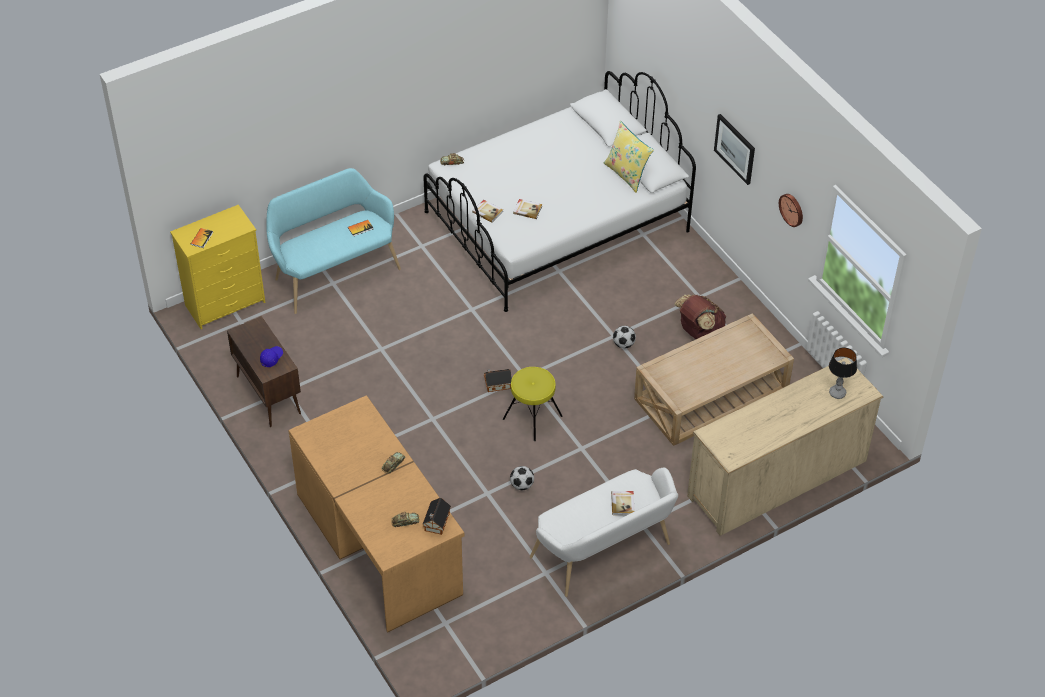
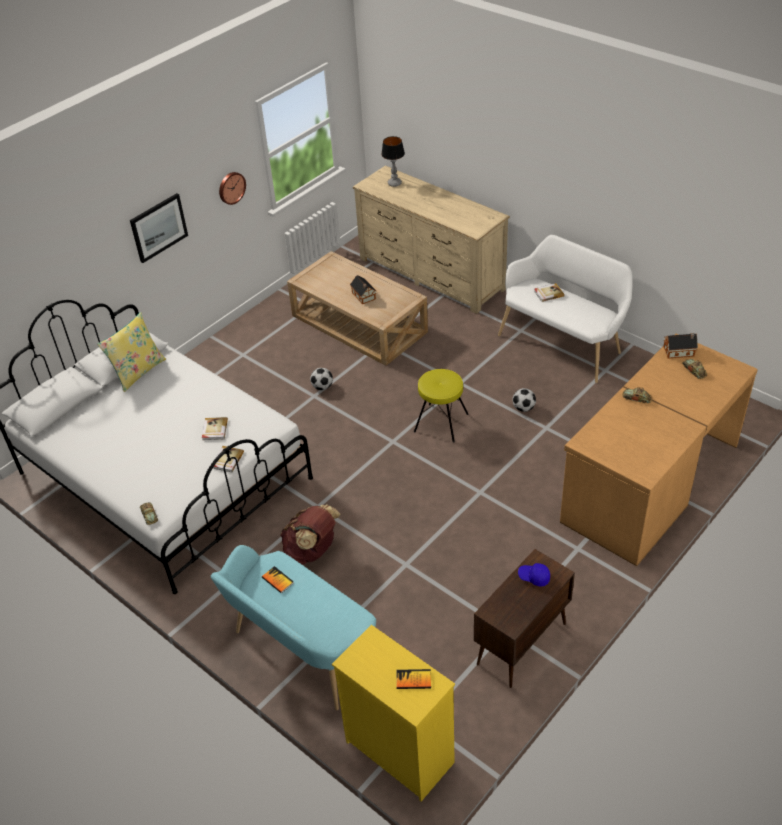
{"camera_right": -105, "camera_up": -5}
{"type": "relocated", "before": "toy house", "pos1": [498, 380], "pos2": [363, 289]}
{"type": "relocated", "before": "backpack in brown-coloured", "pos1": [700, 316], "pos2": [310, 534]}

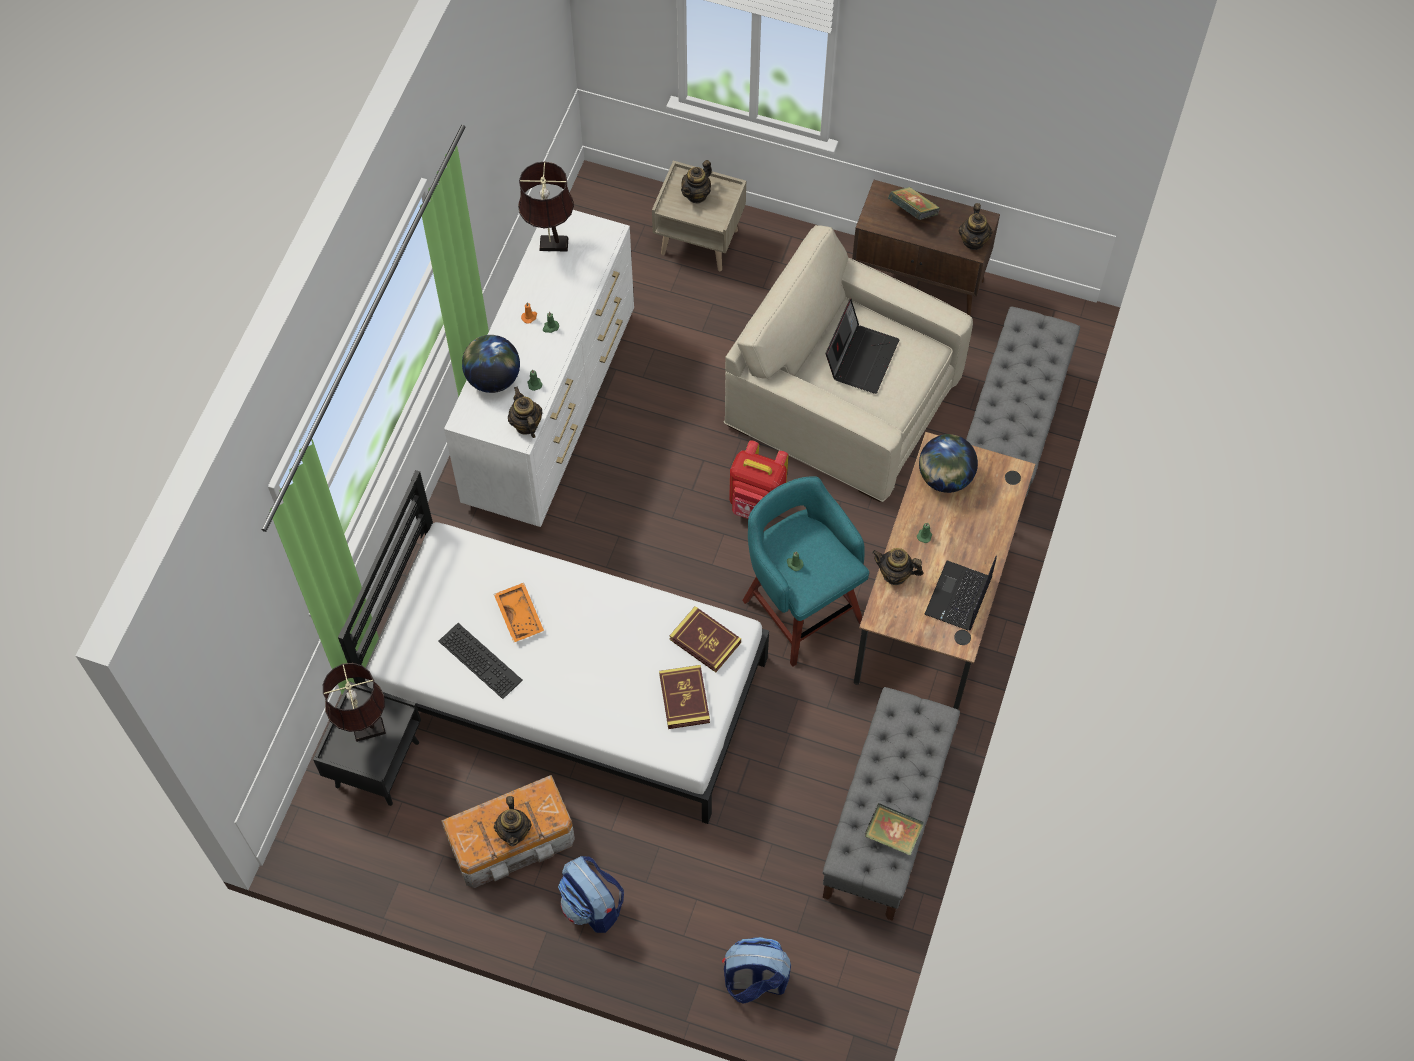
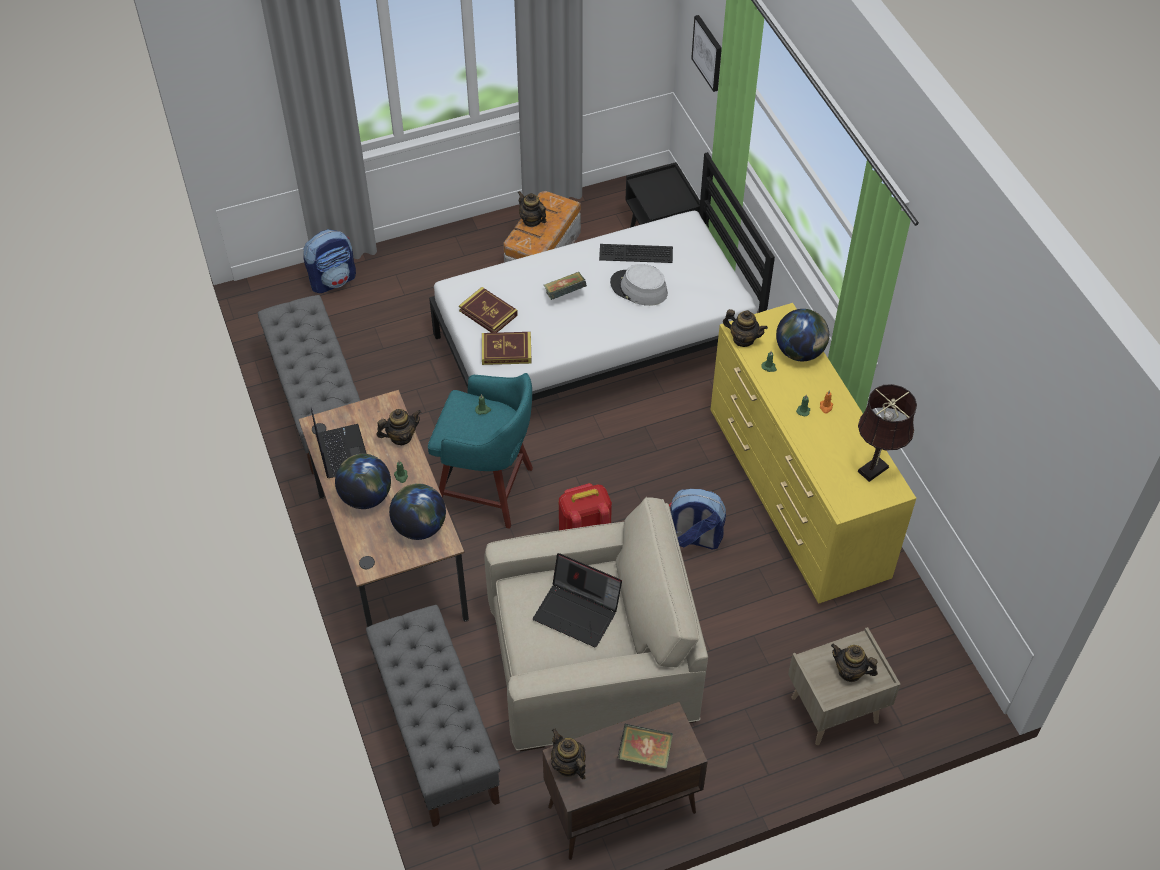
{"camera_right": 140, "camera_up": -10}
{"type": "missing", "before": "table lamp in brown-coloured", "pos1": [354, 702]}
{"type": "colour", "before": "dresser in whitish", "after": "dresser in yellow-coloured", "pos1": [539, 368], "pos2": [813, 453]}
{"type": "exchanged", "before": "serving tray in orangey", "after": "wearable hat in greyish", "pos1": [519, 612], "pos2": [639, 285]}
{"type": "relocated", "before": "backpack", "pos1": [591, 894], "pos2": [697, 519]}
{"type": "spun", "before": "pot for tea", "pos1": [696, 182], "pos2": [854, 662], "turn": -60}
{"type": "spun", "before": "portable computer", "pos1": [863, 346], "pos2": [577, 600], "turn": -45}
{"type": "relocated", "before": "volume", "pos1": [894, 829], "pos2": [565, 286]}
{"type": "appeared", "after": "globe", "pos2": [363, 481]}
{"type": "appeared", "after": "wall picture", "pos2": [706, 53]}

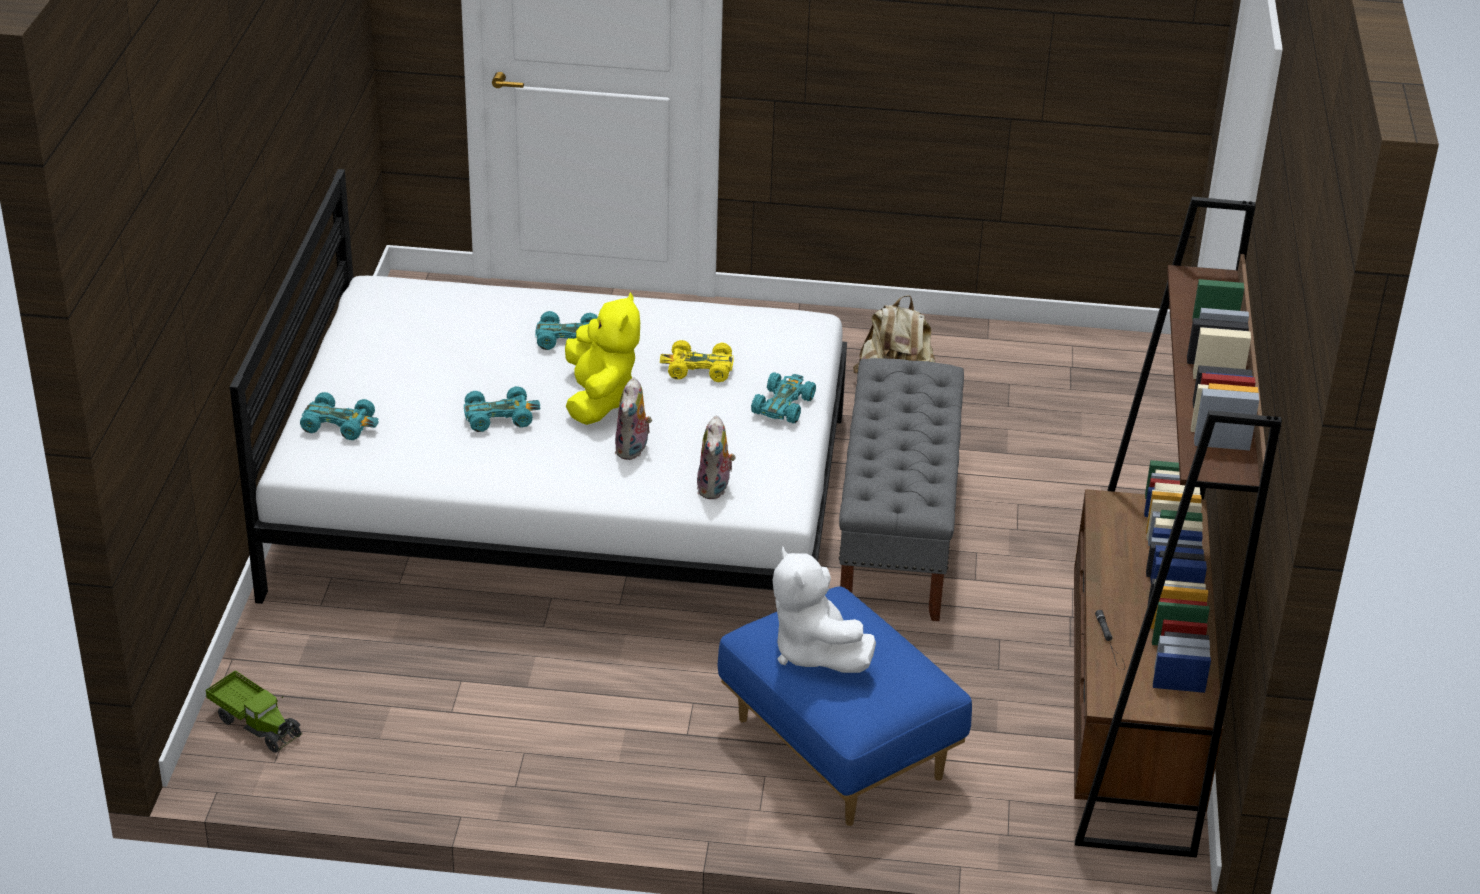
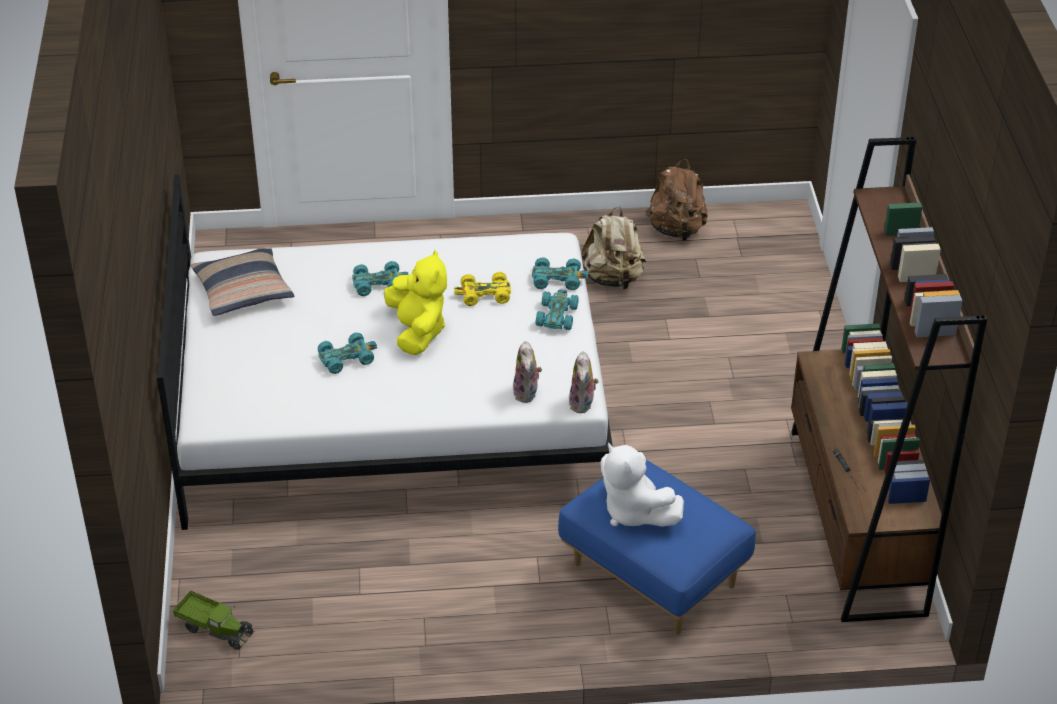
{"camera_right": -10, "camera_up": 5}
{"type": "relocated", "before": "model car in turquoise-coloured", "pos1": [339, 416], "pos2": [560, 273]}
{"type": "relocated", "before": "plush toy", "pos1": [633, 419], "pos2": [584, 382]}
{"type": "missing", "before": "long seat in greyish", "pos1": [901, 489]}
{"type": "appeared", "after": "throw pillow", "pos2": [243, 280]}
{"type": "appeared", "after": "backpack in brown-coloured", "pos2": [677, 200]}

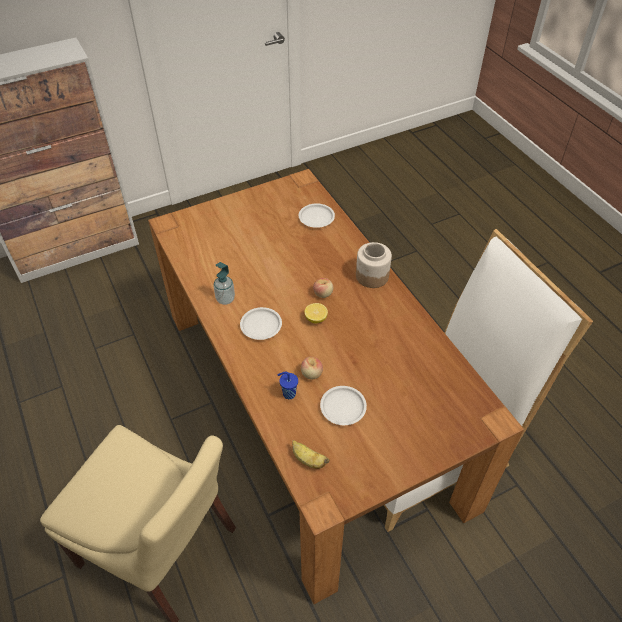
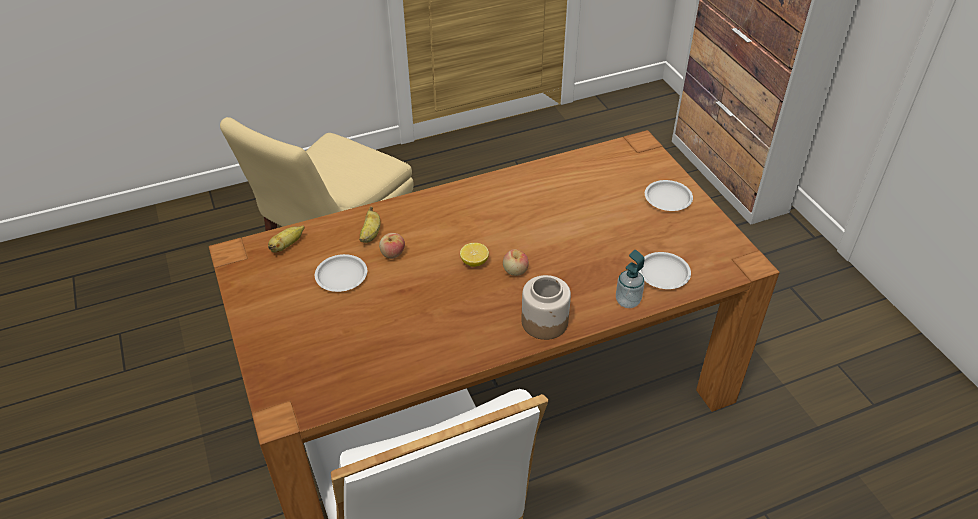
{"camera_right": 95, "camera_up": -5}
{"type": "relocated", "before": "soap bottle", "pos1": [224, 283], "pos2": [630, 279]}
{"type": "relocated", "before": "flat dish in whitish", "pos1": [261, 323], "pos2": [669, 195]}
{"type": "exchanged", "before": "cup in bluish", "after": "whole banana", "pos1": [287, 385], "pos2": [370, 225]}

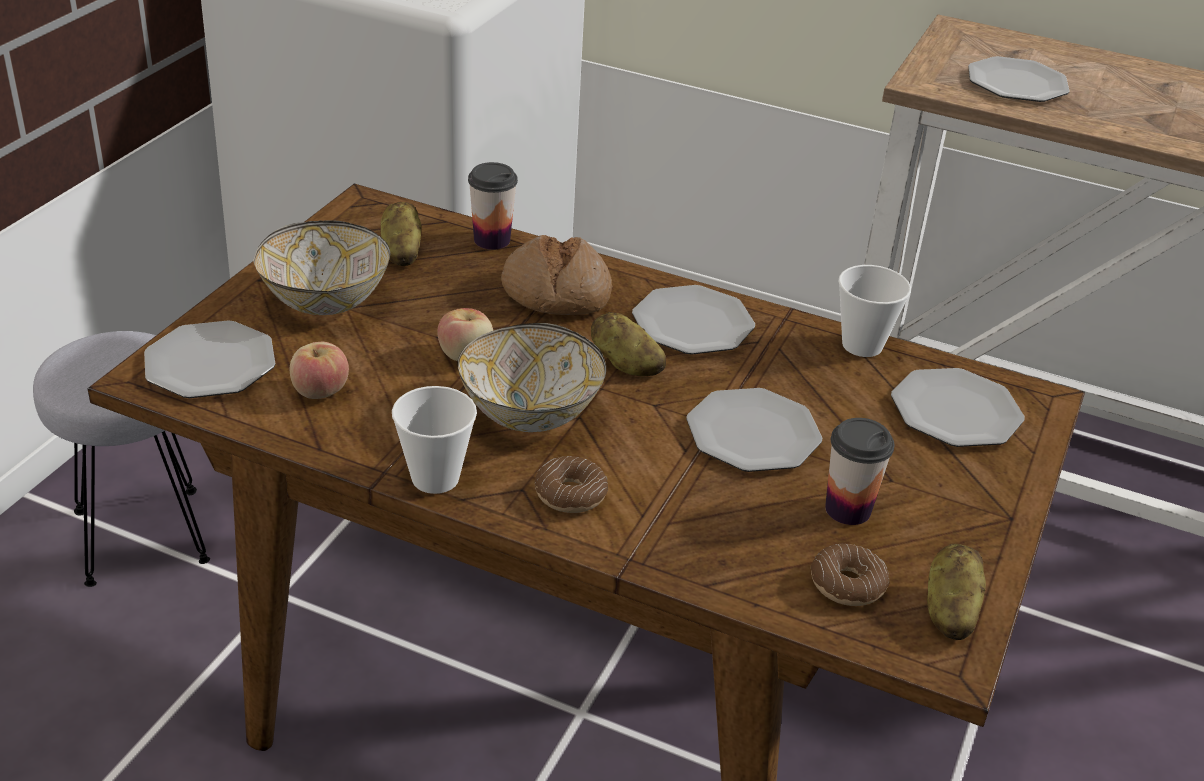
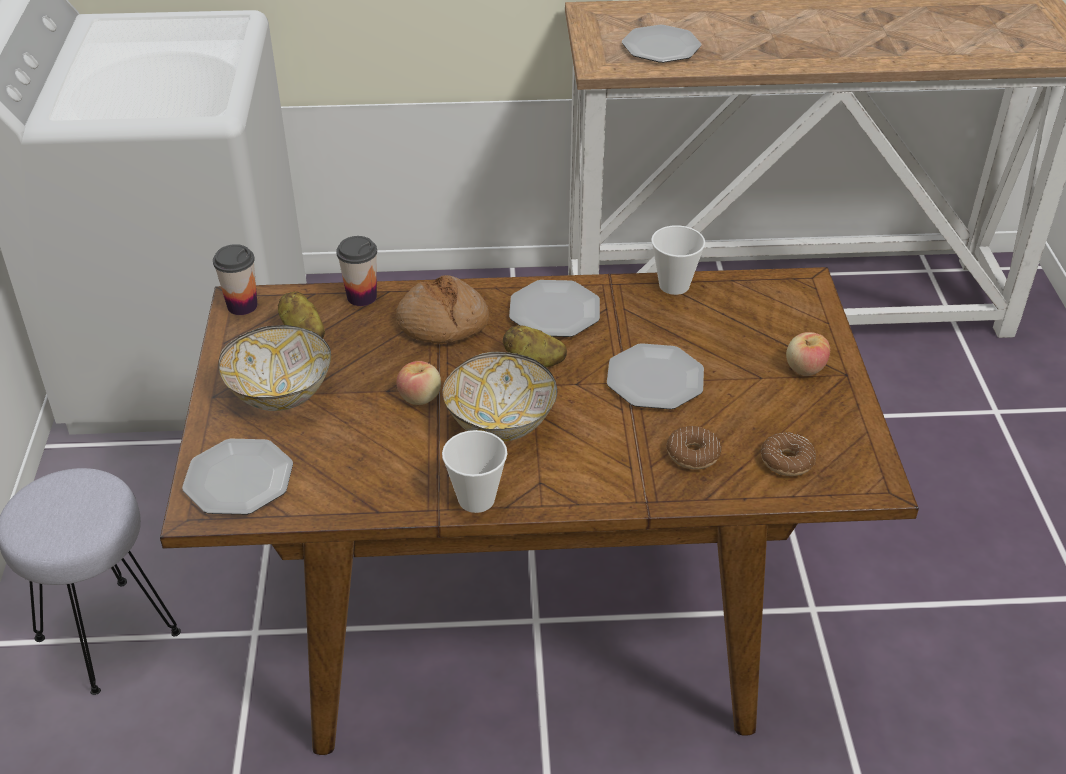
{"camera_right": -25, "camera_up": 5}
{"type": "relocated", "before": "apple", "pos1": [319, 370], "pos2": [808, 354]}
{"type": "relocated", "before": "ring doughnut", "pos1": [571, 484], "pos2": [694, 447]}
{"type": "relocated", "before": "cup", "pos1": [859, 471], "pos2": [235, 279]}
{"type": "missing", "before": "flat dish", "pos1": [958, 407]}
{"type": "missing", "before": "potato", "pos1": [956, 592]}

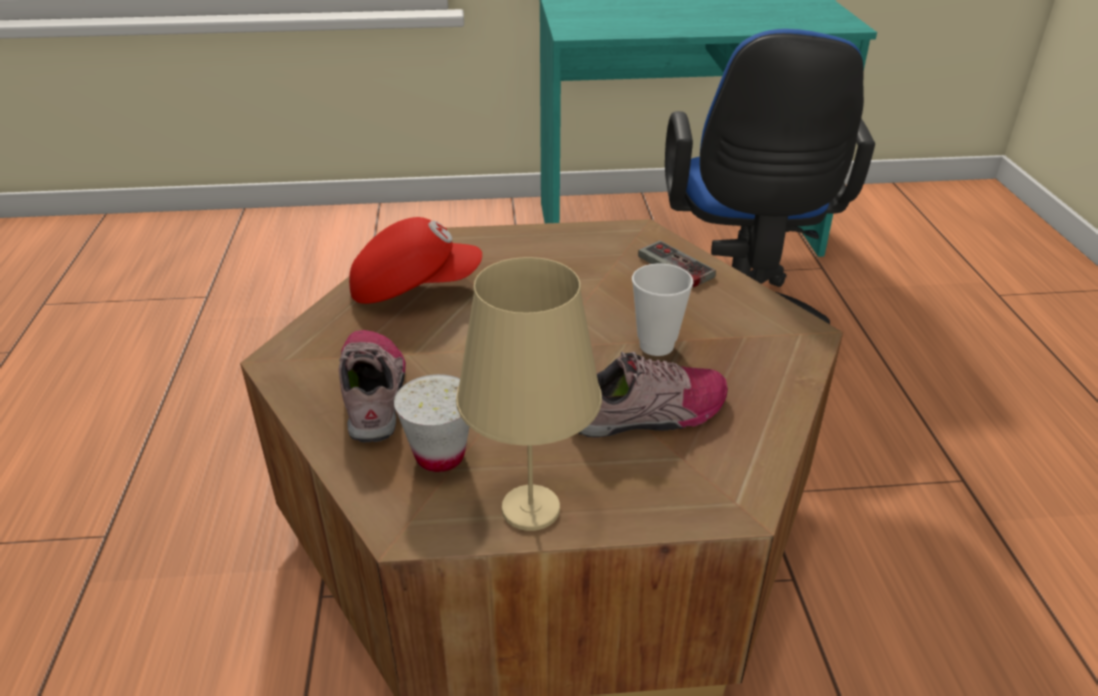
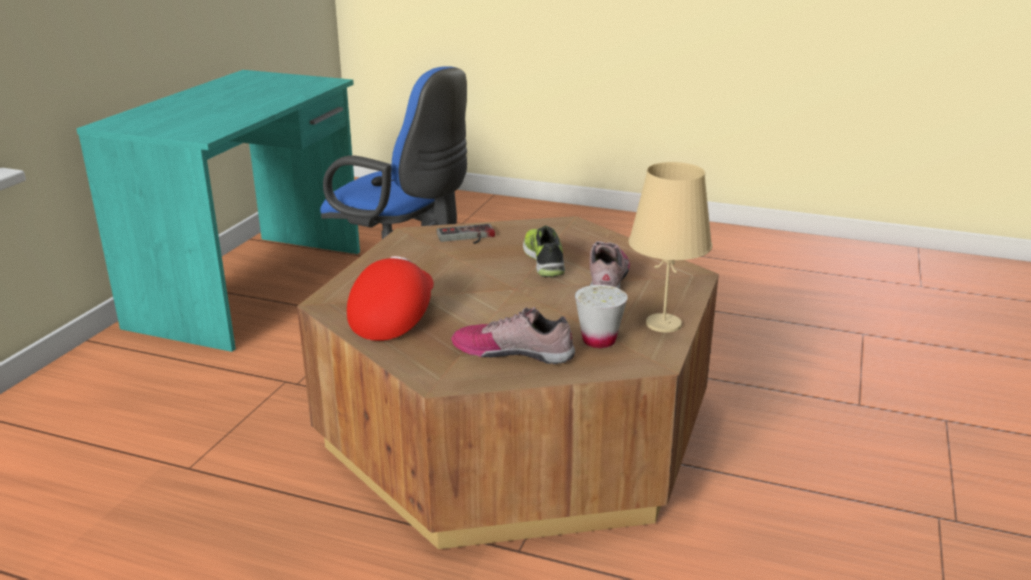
{"camera_right": -65, "camera_up": -10}
{"type": "exchanged", "before": "cup", "after": "low shoe", "pos1": [662, 309], "pos2": [544, 251]}

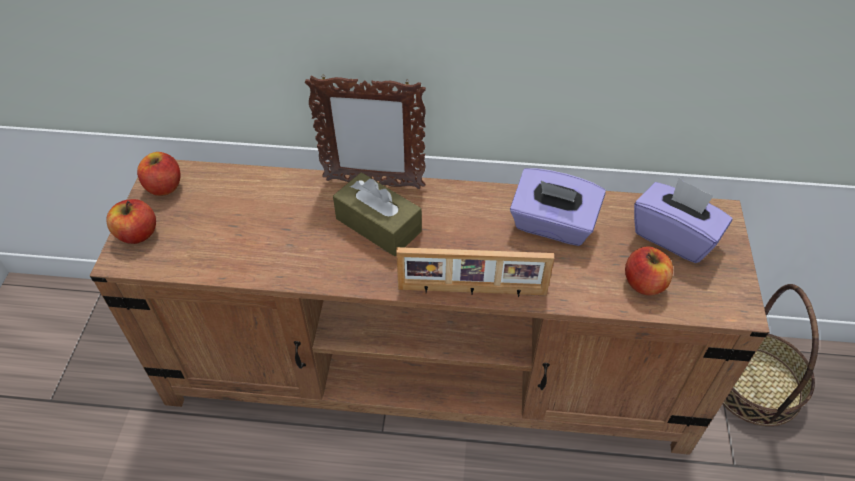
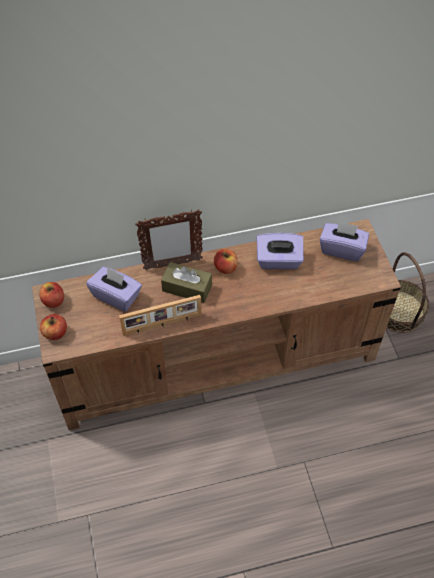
{"camera_right": -20, "camera_up": 5}
{"type": "relocated", "before": "standing frame", "pos1": [475, 272], "pos2": [160, 315]}
{"type": "relocated", "before": "apple", "pos1": [649, 271], "pos2": [226, 261]}
{"type": "appeared", "after": "tissue box in purplish", "pos2": [114, 289]}

